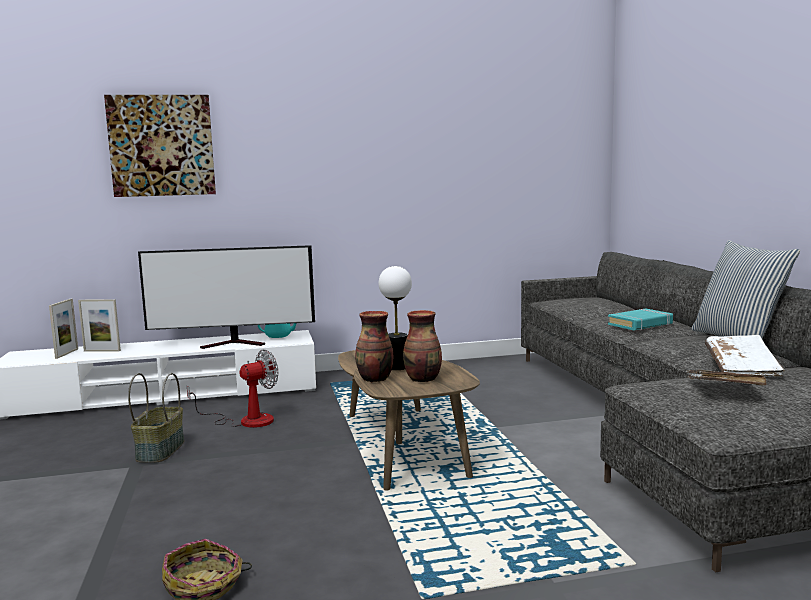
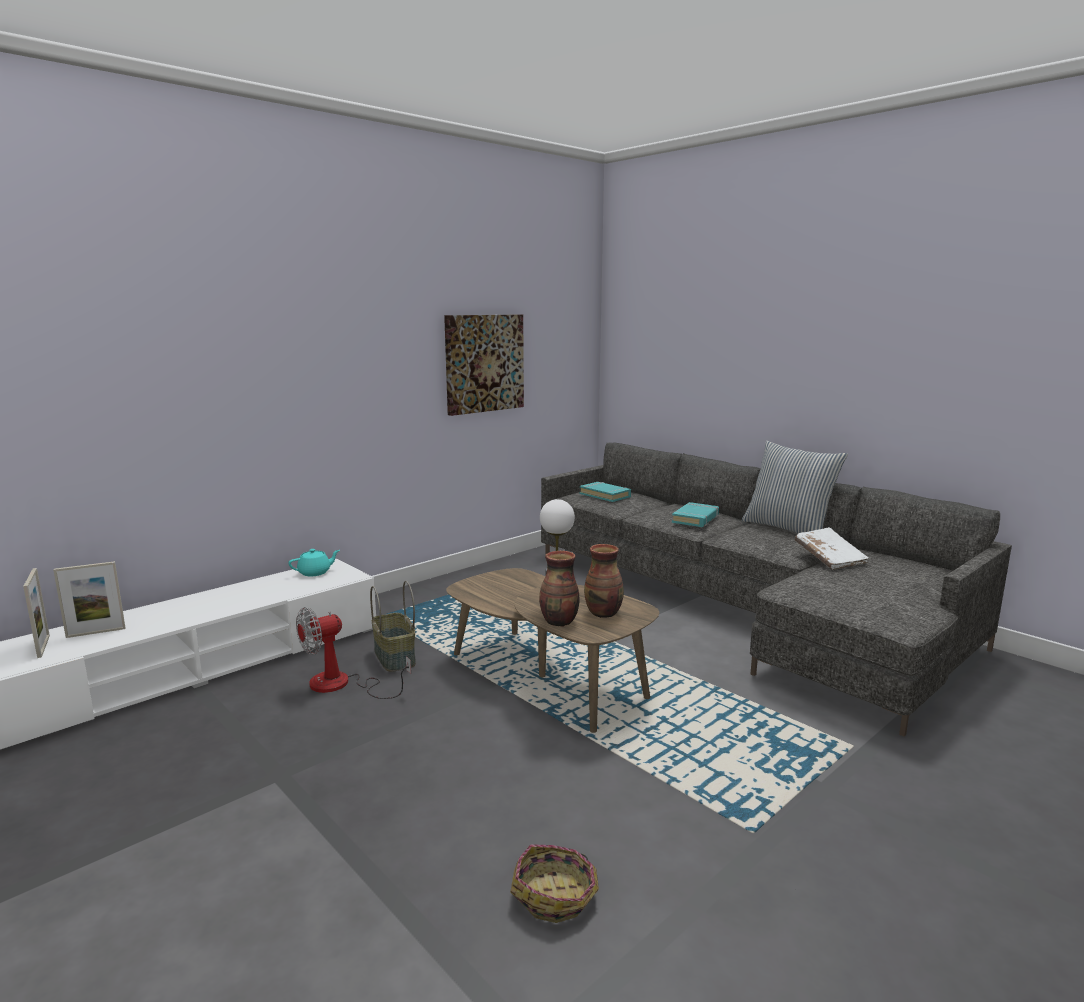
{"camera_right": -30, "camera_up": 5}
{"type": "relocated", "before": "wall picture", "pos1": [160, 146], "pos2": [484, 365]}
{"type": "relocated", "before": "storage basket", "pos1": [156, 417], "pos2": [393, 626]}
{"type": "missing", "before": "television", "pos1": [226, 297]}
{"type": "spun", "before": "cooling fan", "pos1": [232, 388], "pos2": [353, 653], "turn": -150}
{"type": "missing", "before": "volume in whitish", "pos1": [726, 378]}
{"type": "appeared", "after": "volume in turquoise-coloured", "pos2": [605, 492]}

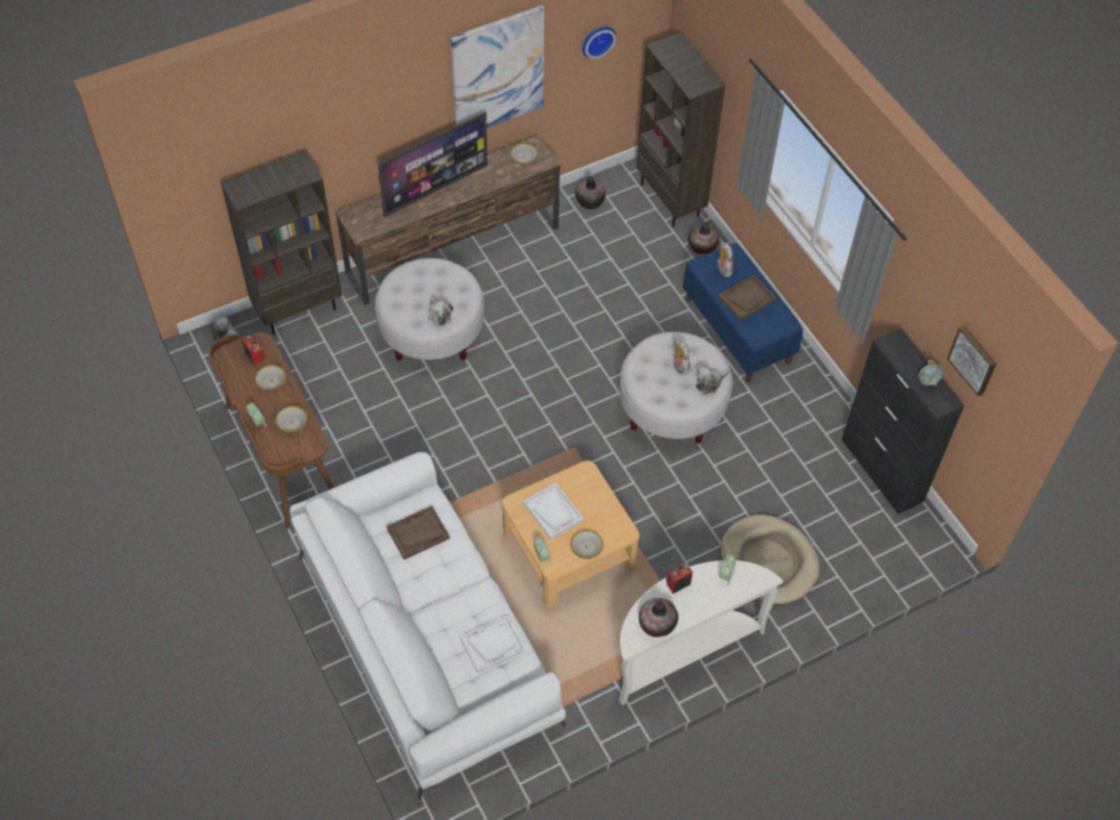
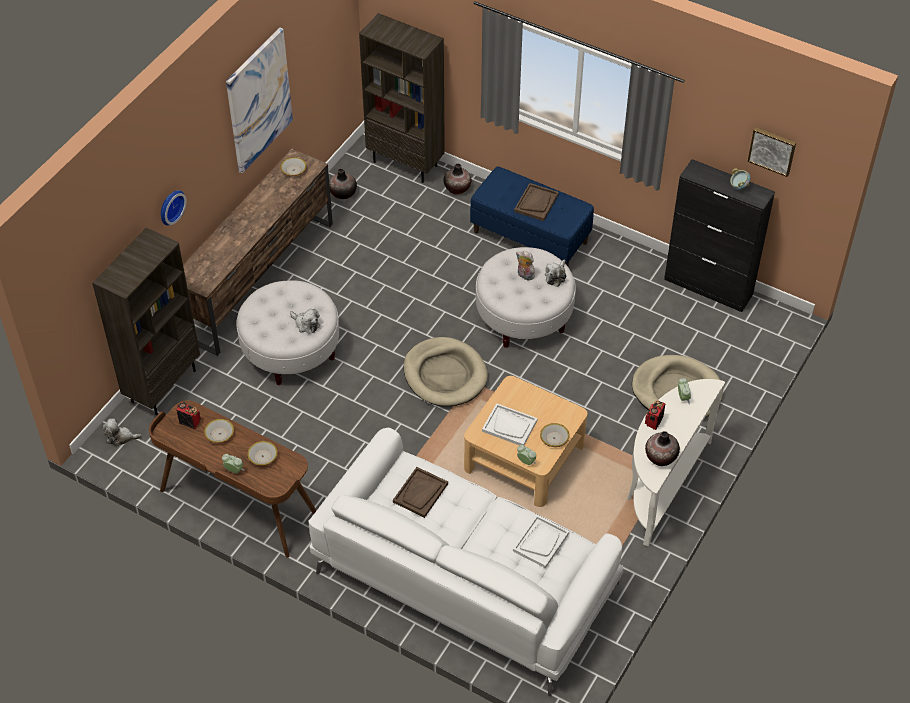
{"camera_right": -30, "camera_up": -5}
{"type": "missing", "before": "television", "pos1": [433, 164]}
{"type": "relocated", "before": "clock on the wall", "pos1": [599, 43], "pos2": [174, 207]}
{"type": "missing", "before": "plush toy", "pos1": [725, 259]}
{"type": "appeared", "after": "dog bed in sand-coloured", "pos2": [445, 371]}

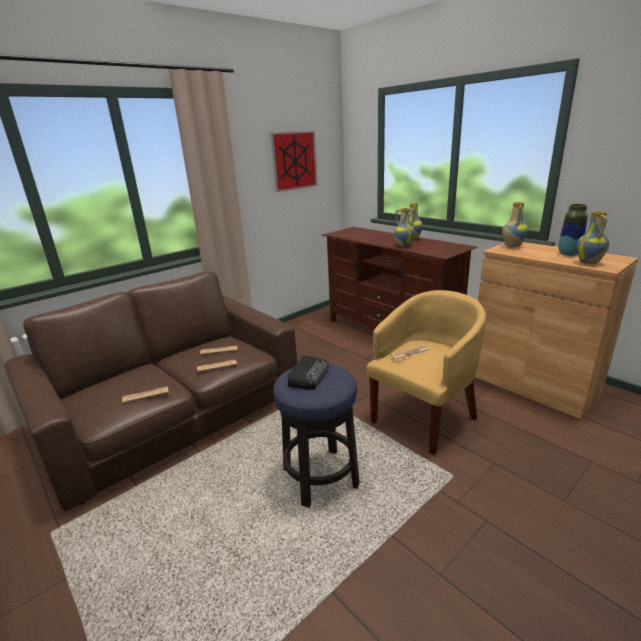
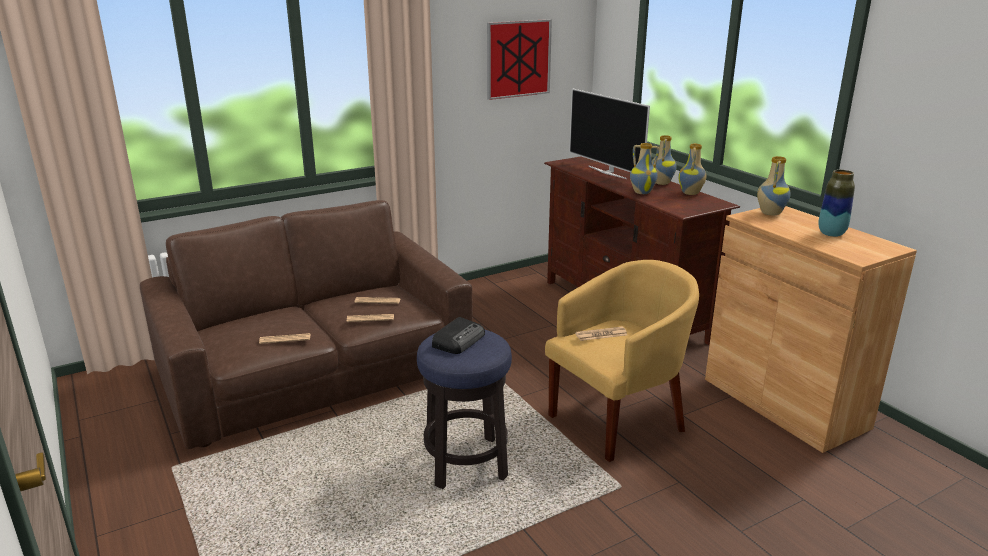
{"camera_right": 10, "camera_up": 0}
{"type": "relocated", "before": "flower vase", "pos1": [593, 237], "pos2": [692, 169]}
{"type": "appeared", "after": "television", "pos2": [609, 133]}

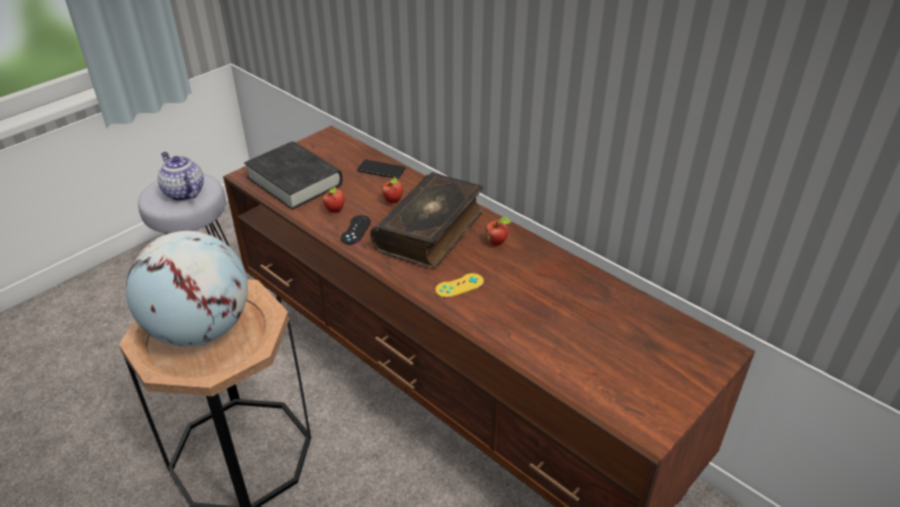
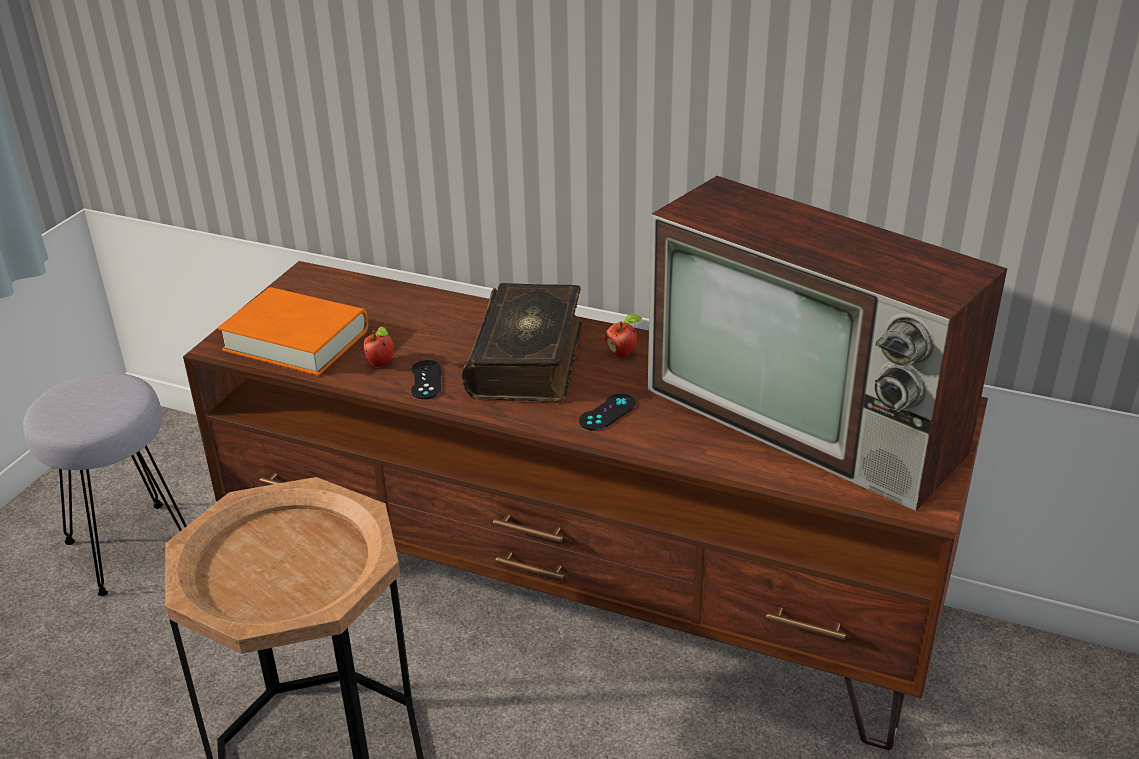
{"camera_right": -20, "camera_up": -5}
{"type": "missing", "before": "globe", "pos1": [187, 289]}
{"type": "missing", "before": "pot for tea", "pos1": [181, 176]}
{"type": "colour", "before": "volume in black", "after": "volume in orangey", "pos1": [293, 176], "pos2": [293, 331]}
{"type": "missing", "before": "phone", "pos1": [381, 169]}
{"type": "missing", "before": "apple", "pos1": [392, 190]}
{"type": "colour", "before": "joypad in yellow-coloured", "after": "joypad in black", "pos1": [459, 285], "pos2": [607, 412]}
{"type": "appeared", "after": "television", "pos2": [827, 343]}

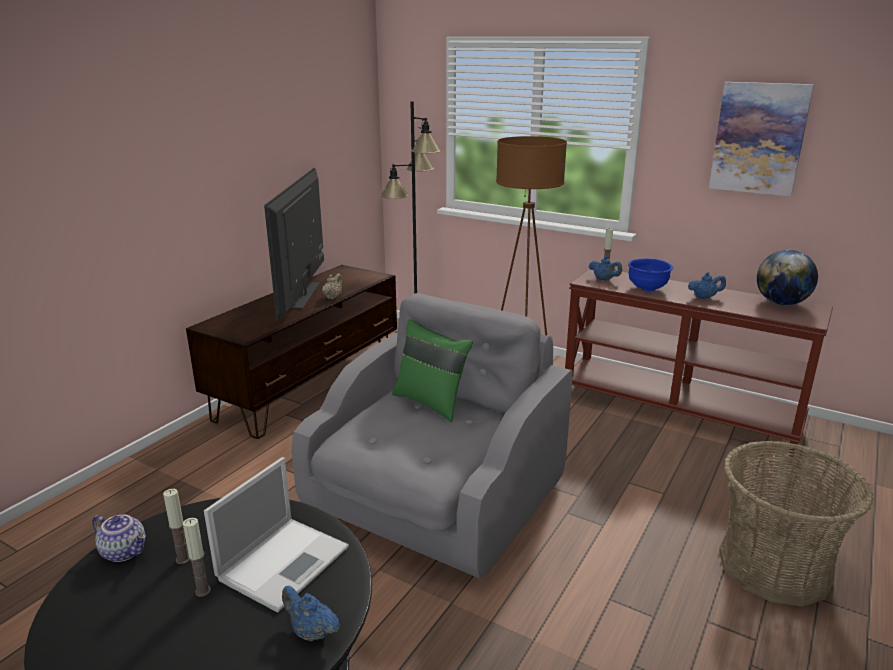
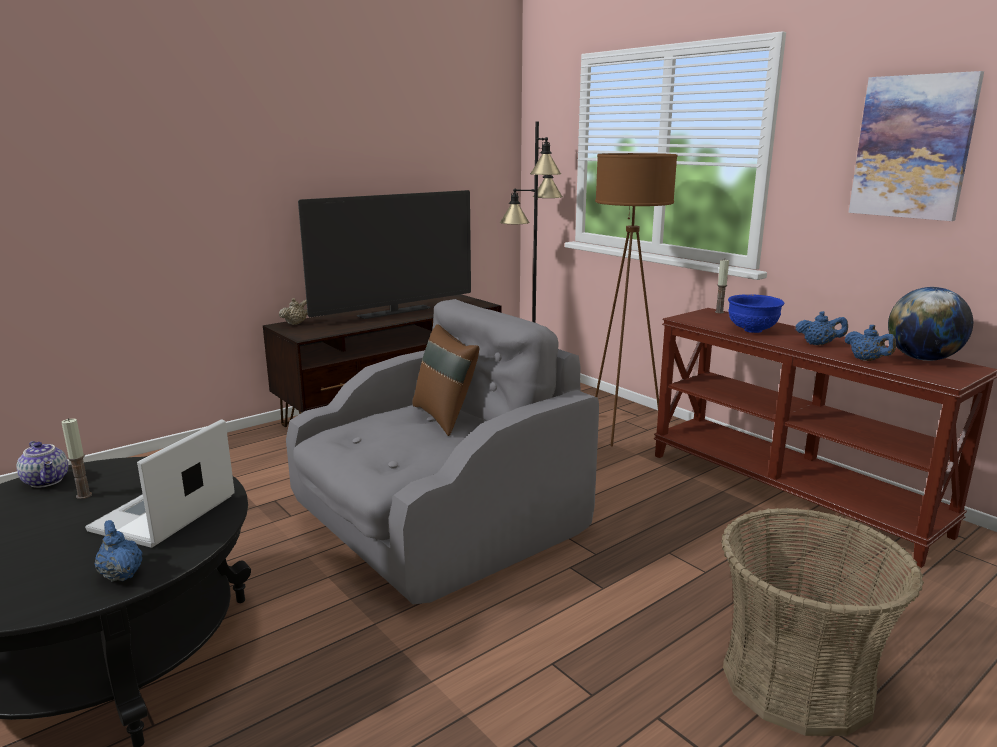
{"camera_right": 20, "camera_up": -5}
{"type": "missing", "before": "candle", "pos1": [197, 557]}
{"type": "spun", "before": "portable computer", "pos1": [276, 535], "pos2": [160, 483], "turn": 150}
{"type": "spun", "before": "television", "pos1": [294, 244], "pos2": [384, 254], "turn": -150}
{"type": "relocated", "before": "pot for tea in sand-coloured", "pos1": [332, 286], "pos2": [293, 311]}
{"type": "colour", "before": "throw pillow in green", "after": "throw pillow in brown-coloured", "pos1": [432, 370], "pos2": [446, 380]}
{"type": "relocated", "before": "pot for tea in bluish", "pos1": [605, 268], "pos2": [870, 343]}

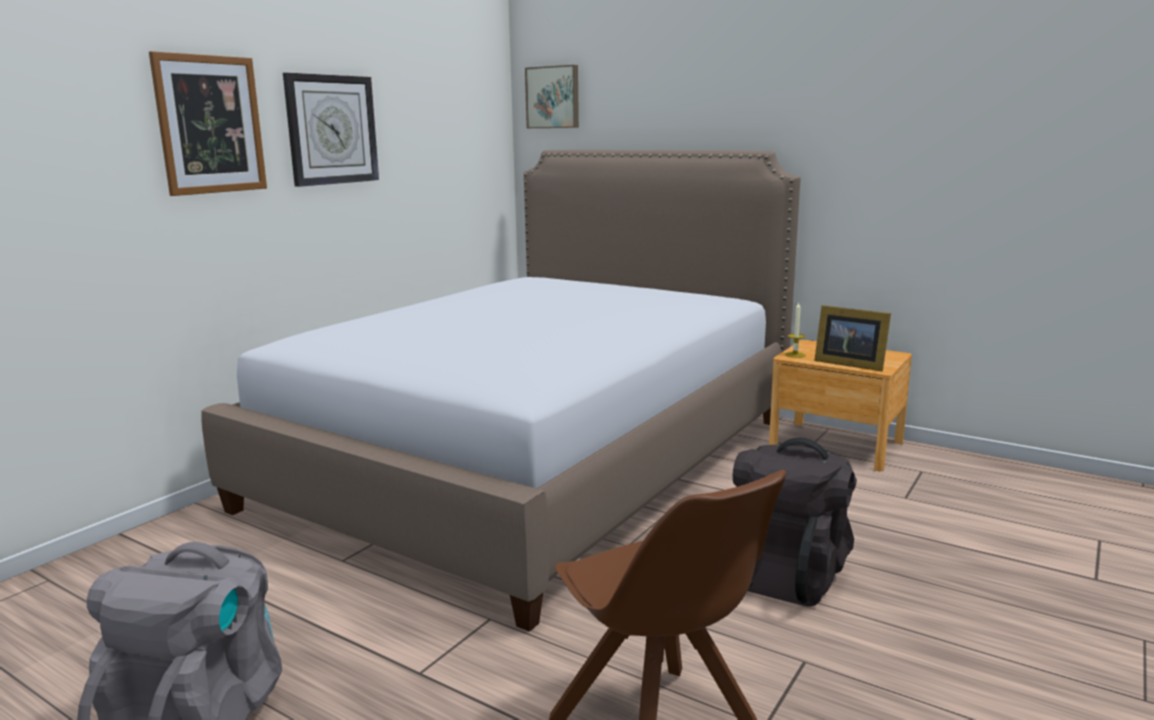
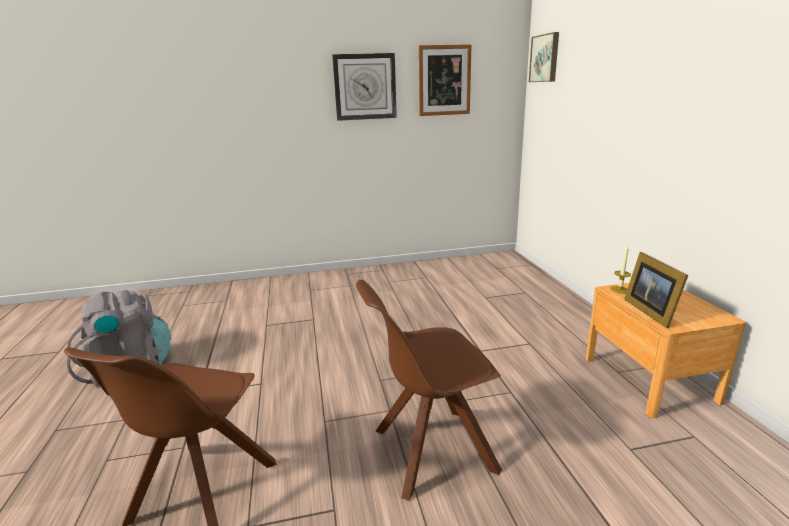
{"camera_right": 45, "camera_up": 5}
{"type": "relocated", "before": "wall picture", "pos1": [208, 123], "pos2": [445, 80]}
{"type": "missing", "before": "bed", "pos1": [501, 391]}
{"type": "exchanged", "before": "backpack in black", "after": "plain chair in brown-coloured", "pos1": [795, 522], "pos2": [429, 390]}

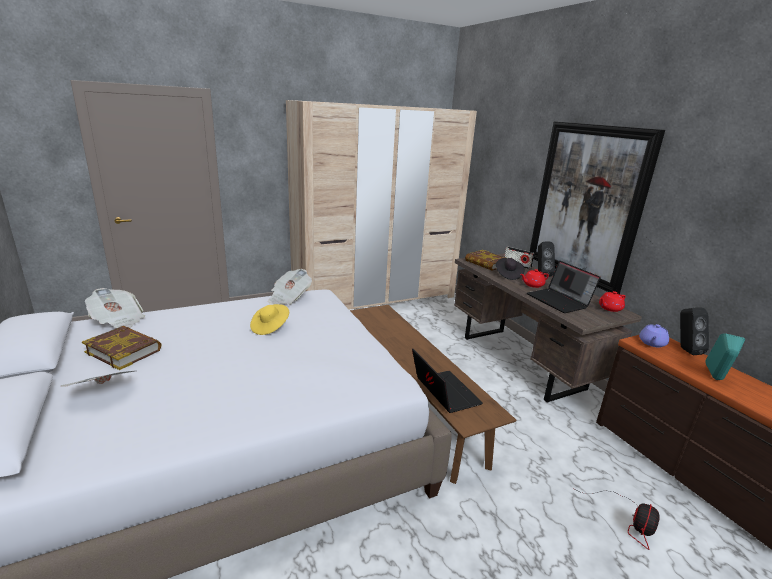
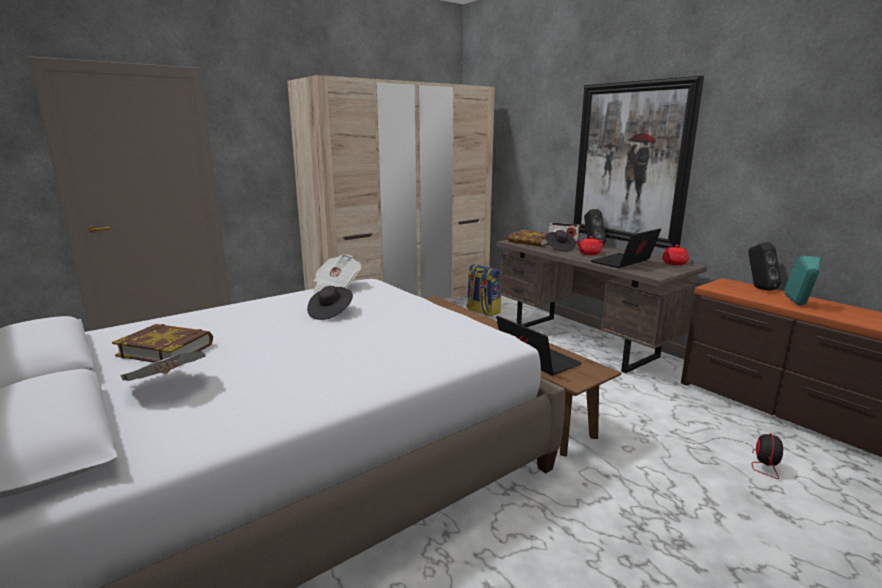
{"camera_right": -10, "camera_up": -5}
{"type": "missing", "before": "daily paper", "pos1": [115, 308]}
{"type": "colour", "before": "wearable hat in yellow-coloured", "after": "wearable hat in black", "pos1": [269, 319], "pos2": [330, 303]}
{"type": "spun", "before": "portable computer", "pos1": [564, 287], "pos2": [625, 248], "turn": 90}
{"type": "missing", "before": "pot for tea in purplish", "pos1": [654, 336]}
{"type": "appeared", "after": "backpack", "pos2": [483, 290]}

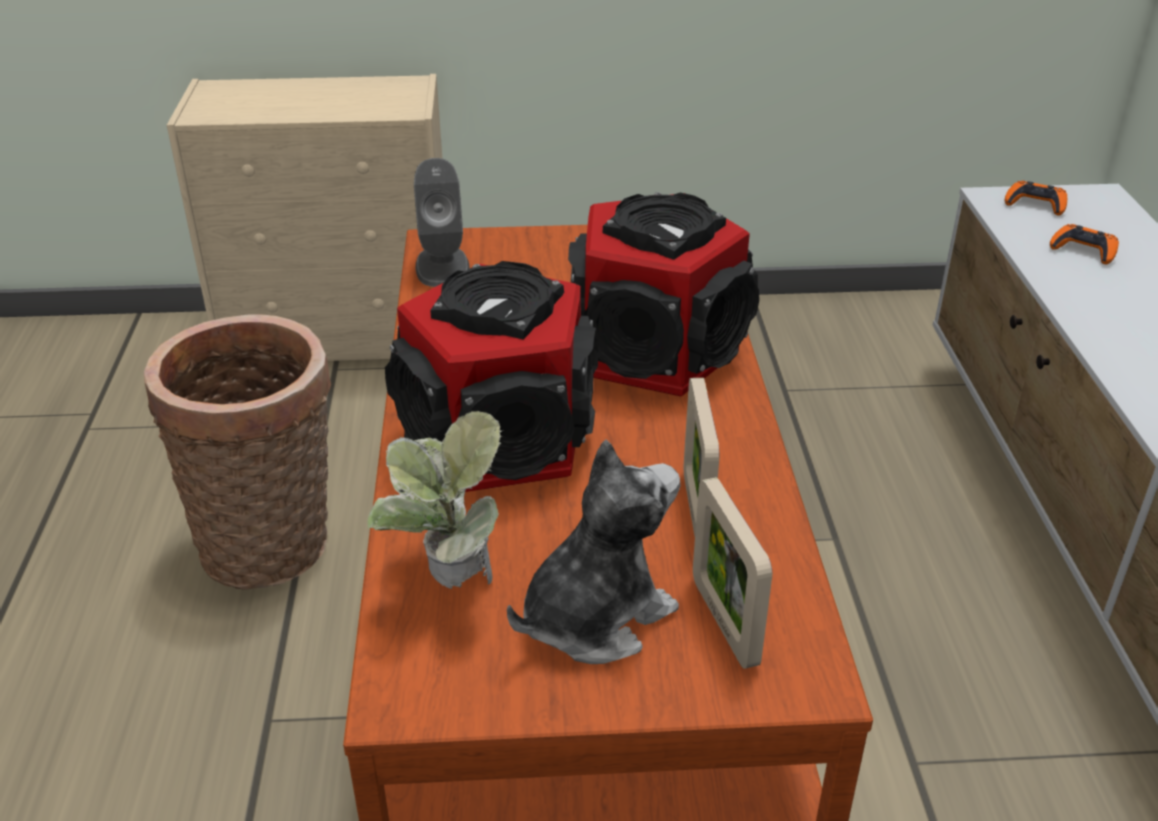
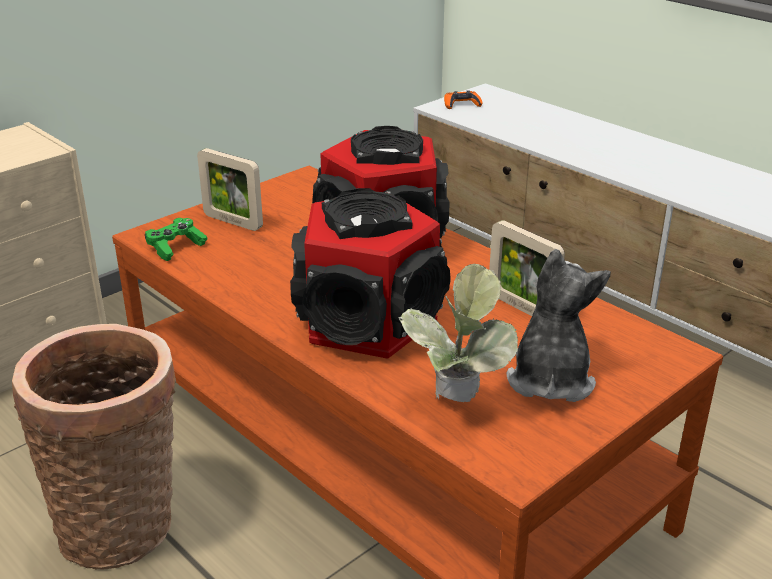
{"camera_right": -40, "camera_up": -5}
{"type": "exchanged", "before": "audio speaker in greyish", "after": "joypad in green", "pos1": [442, 222], "pos2": [176, 239]}
{"type": "relocated", "before": "standing frame", "pos1": [732, 573], "pos2": [230, 189]}
{"type": "missing", "before": "joypad in orangey", "pos1": [1084, 244]}

